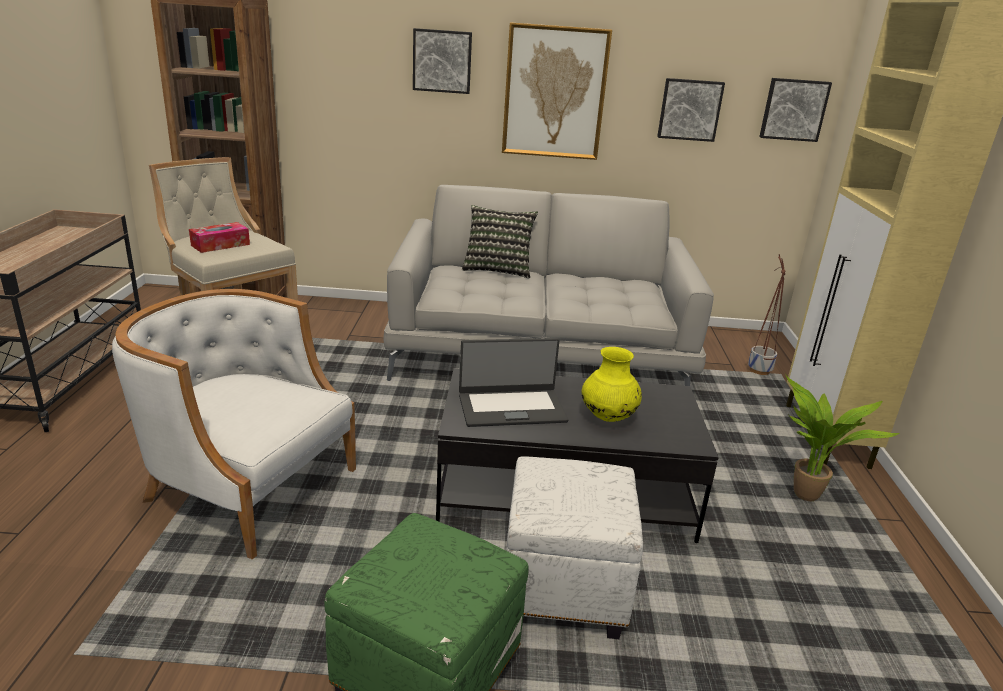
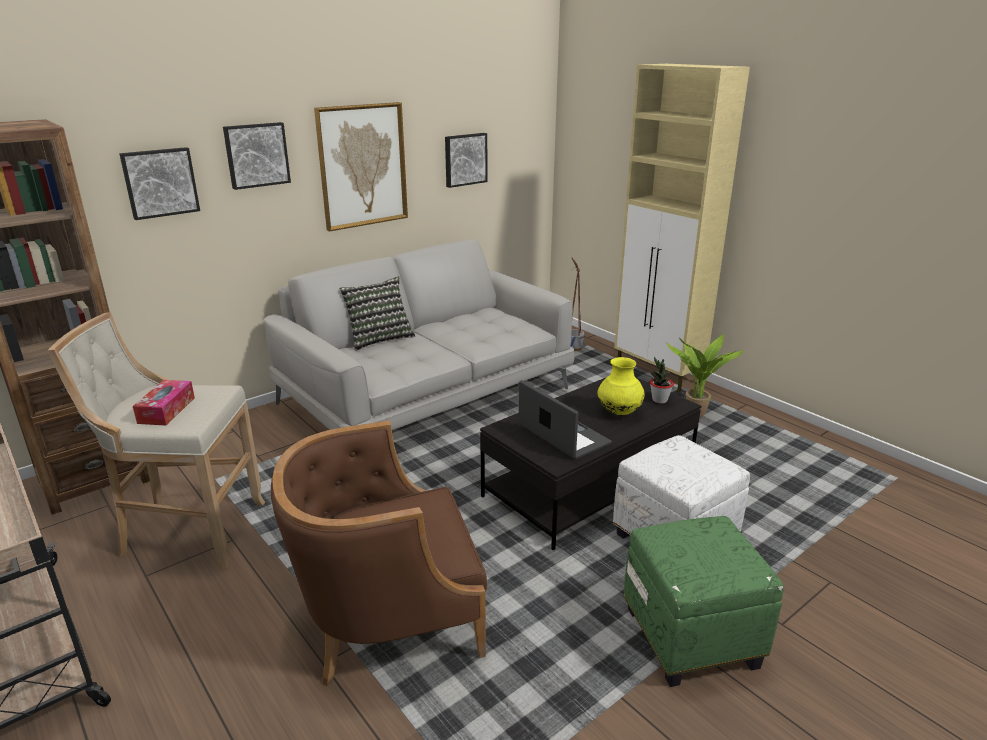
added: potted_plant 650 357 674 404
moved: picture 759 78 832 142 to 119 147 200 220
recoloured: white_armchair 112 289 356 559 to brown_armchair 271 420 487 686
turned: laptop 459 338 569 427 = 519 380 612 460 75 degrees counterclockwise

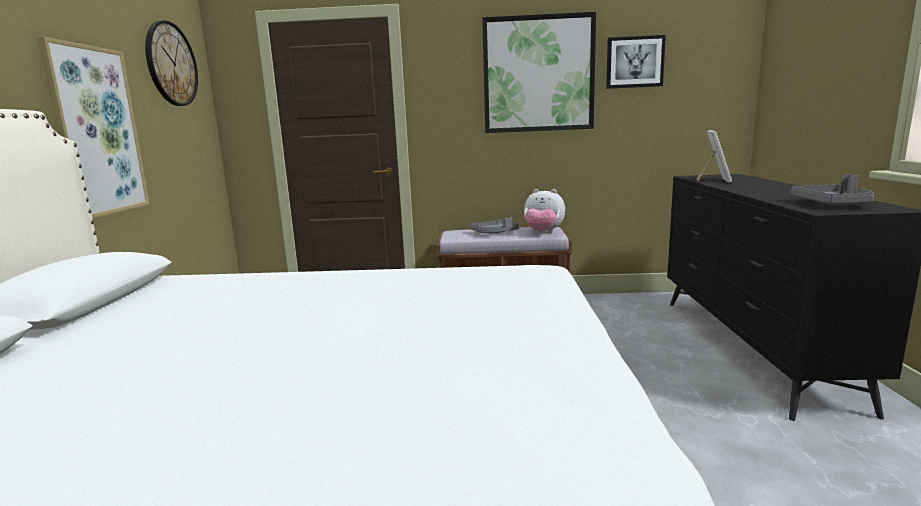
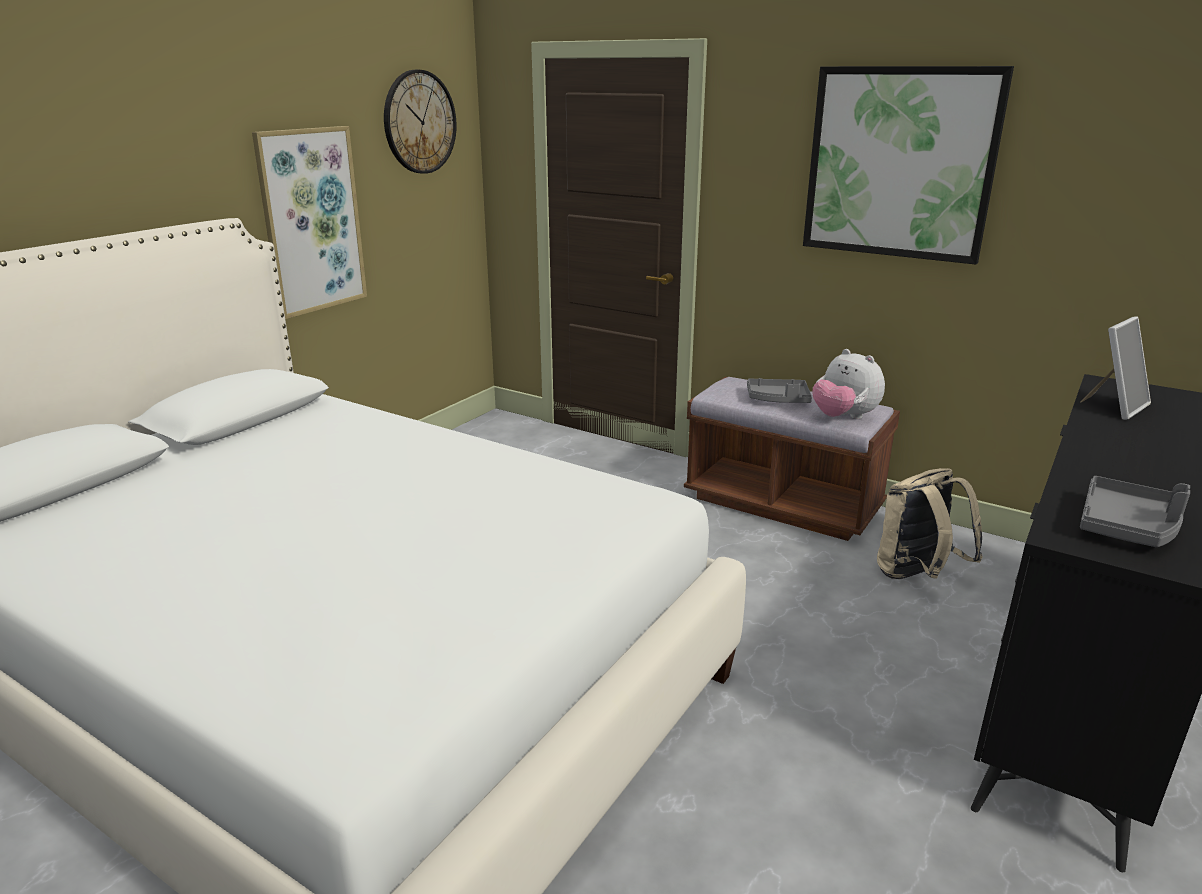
removed: picture 606 35 666 89
added: beige_backpack 877 468 983 579

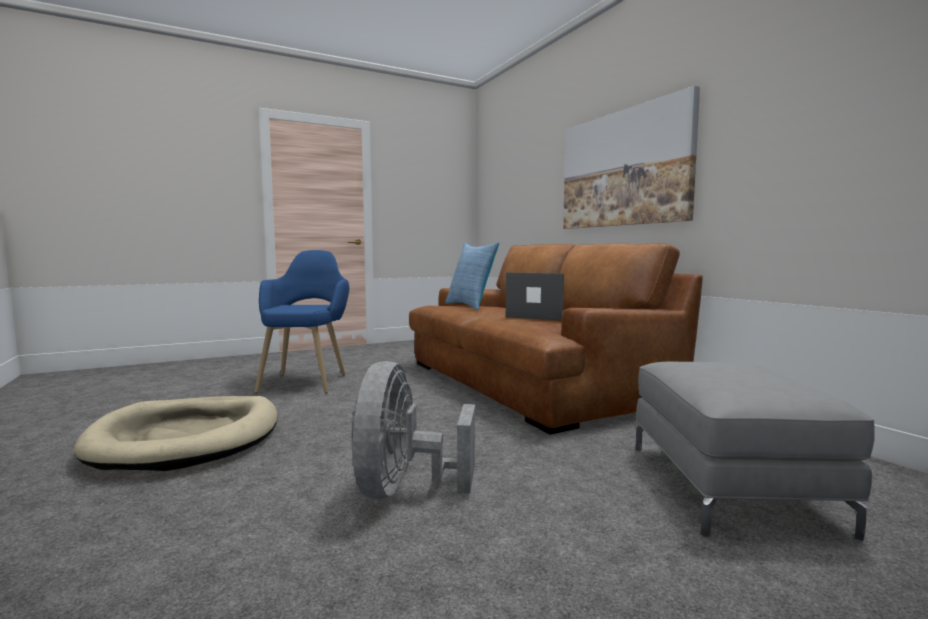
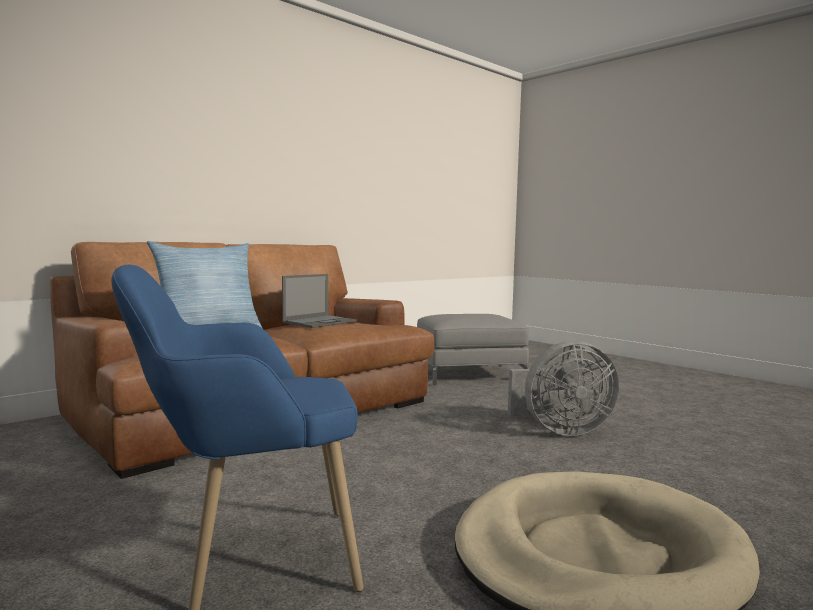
removed: picture 563 86 700 229
turned: laptop 505 272 564 321 = 282 274 357 328 150 degrees counterclockwise

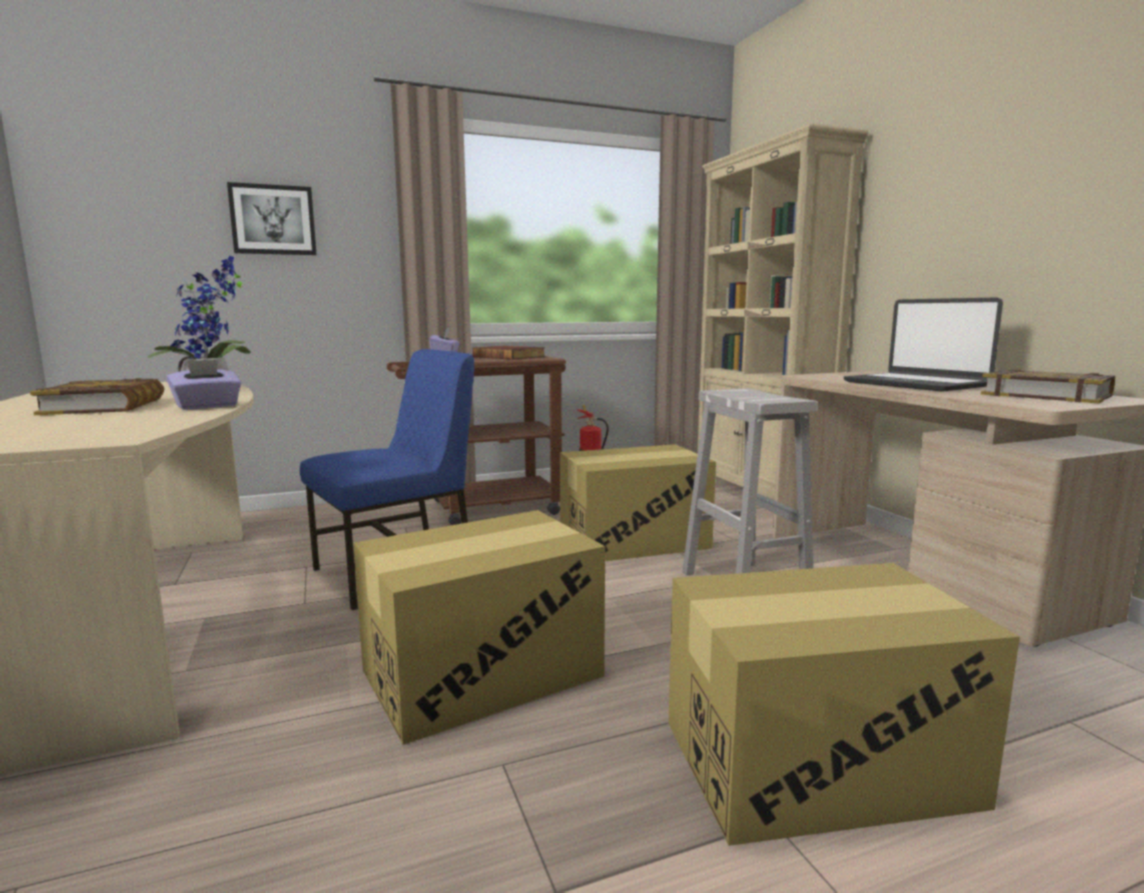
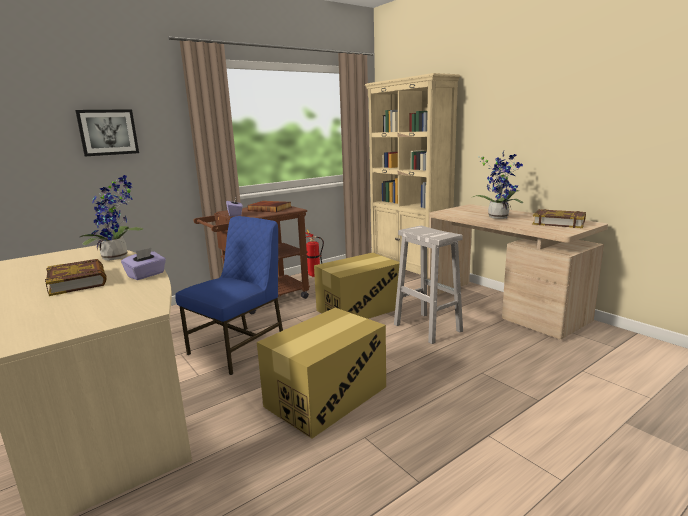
removed: cardboard_box 668 563 1020 846
replaced: laptop 844 297 1003 392 to potted_plant 471 151 523 219

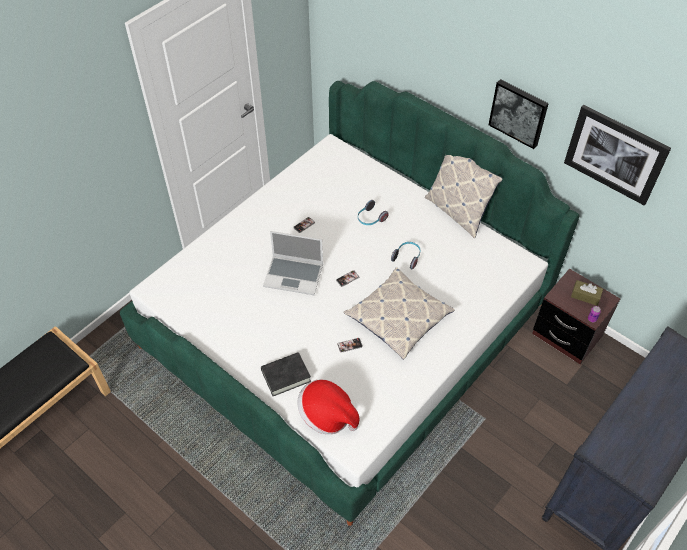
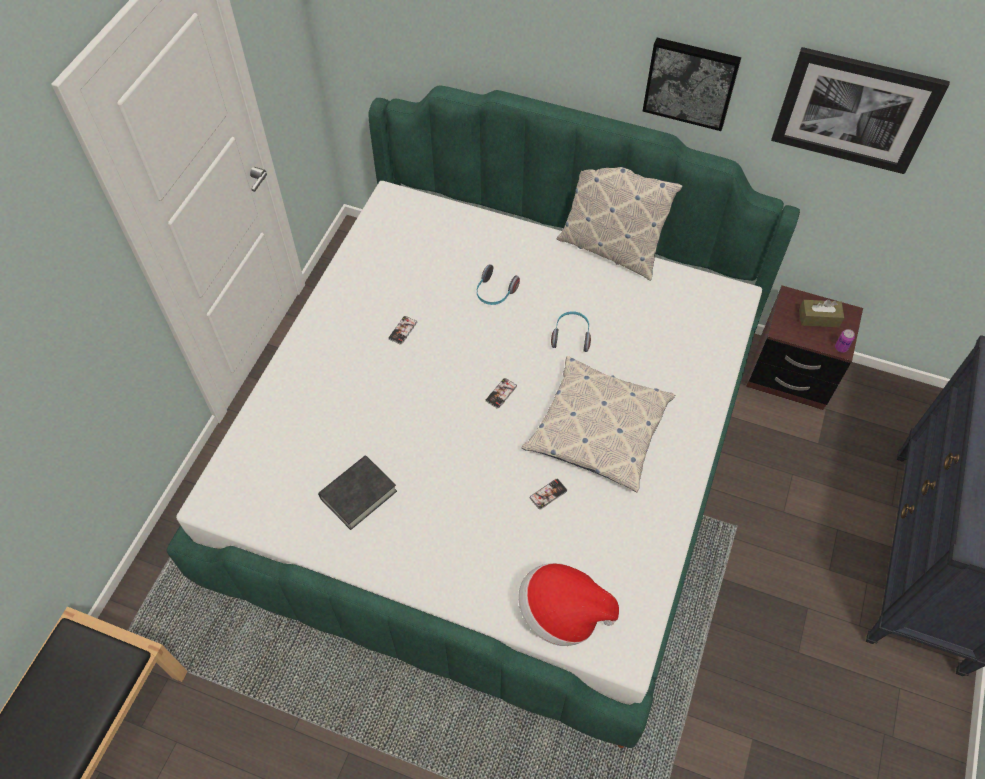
removed: laptop 263 231 323 295
moved: black_book 261 352 311 396 to 318 455 397 530

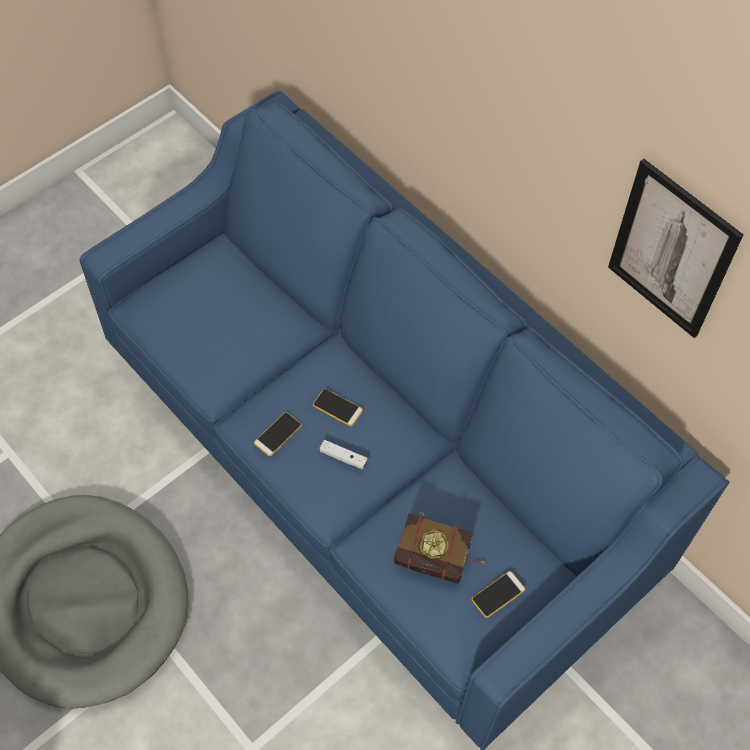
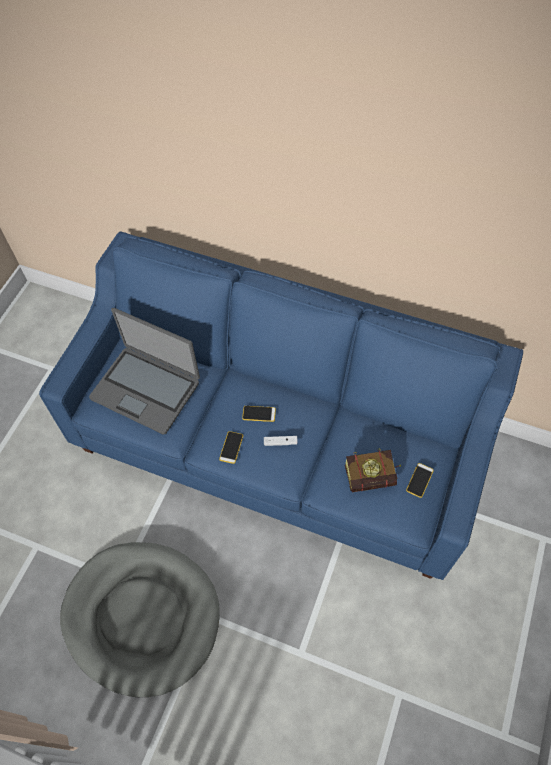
removed: picture 608 159 744 338
added: laptop 89 308 200 435

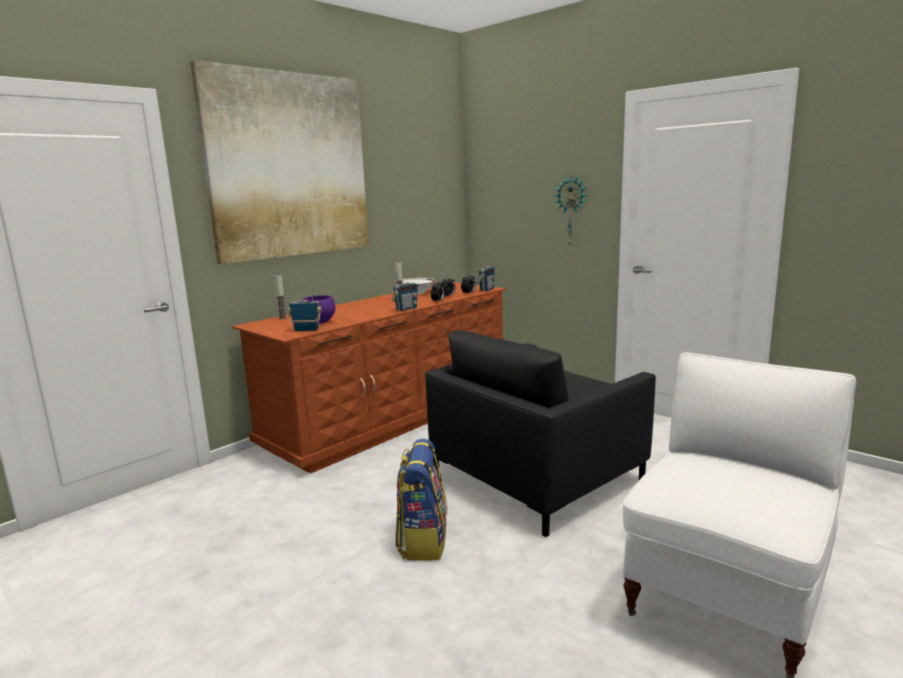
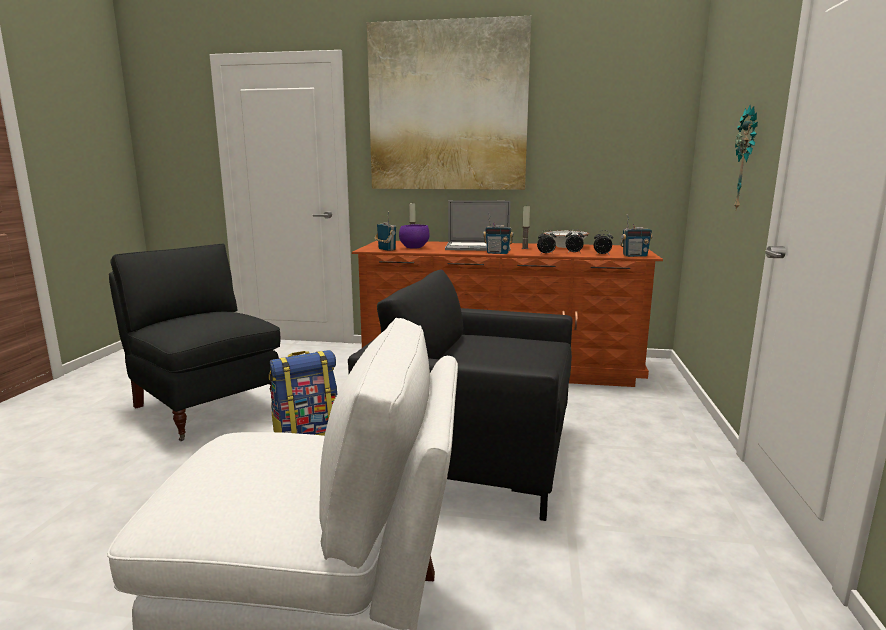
added: black_armchair 109 244 280 441; laptop 445 200 510 251

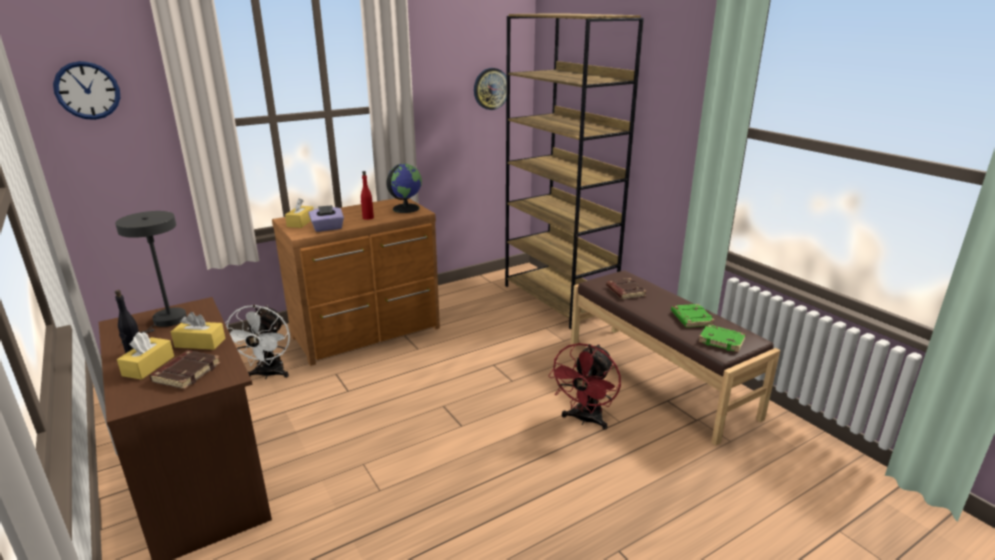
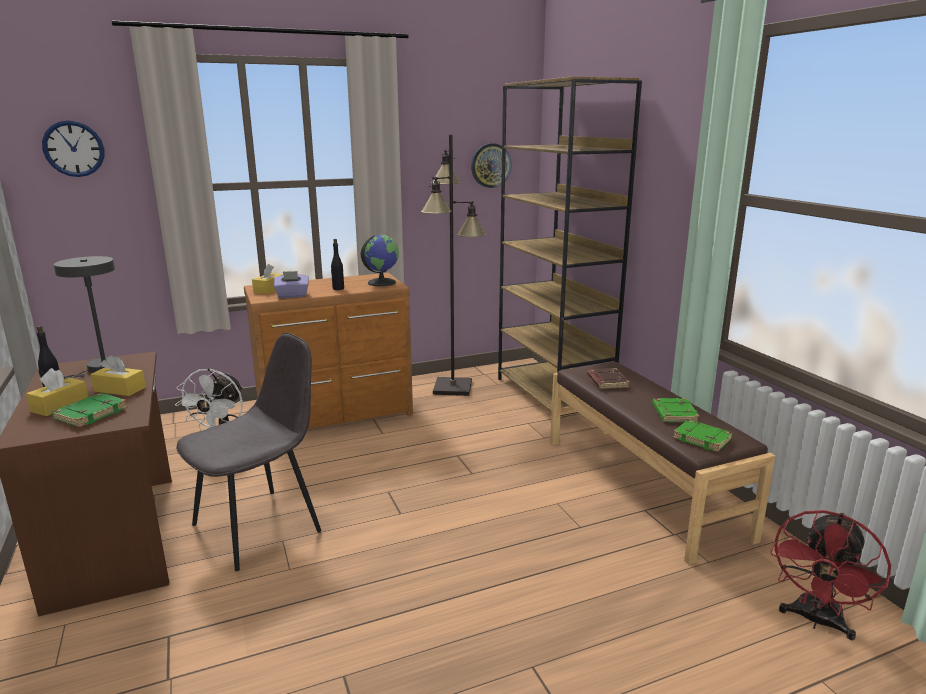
added: grey_chair 176 333 321 571; black_floor_lamp 421 134 487 396
moved: red_fan 548 343 621 430 to 770 510 891 641
recoloured: brown_book 150 350 221 389 to green_book 52 393 128 428; red_bottle 361 171 374 220 to black_bottle 331 239 344 290

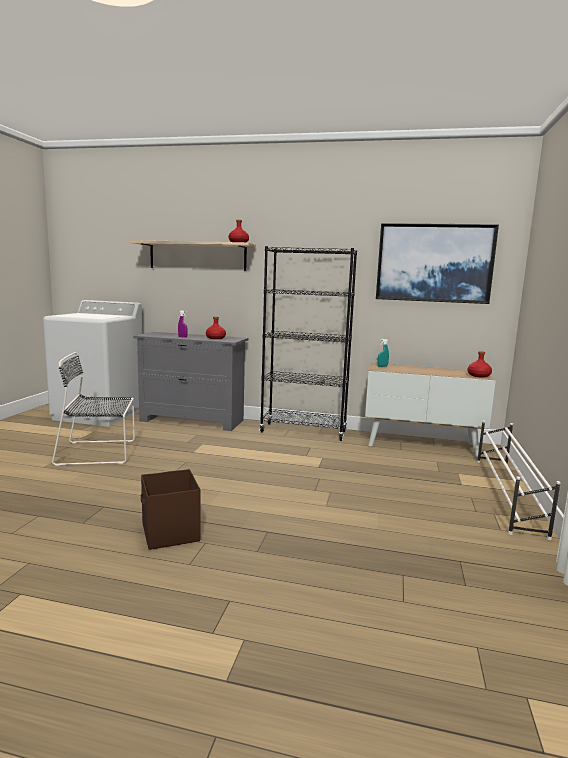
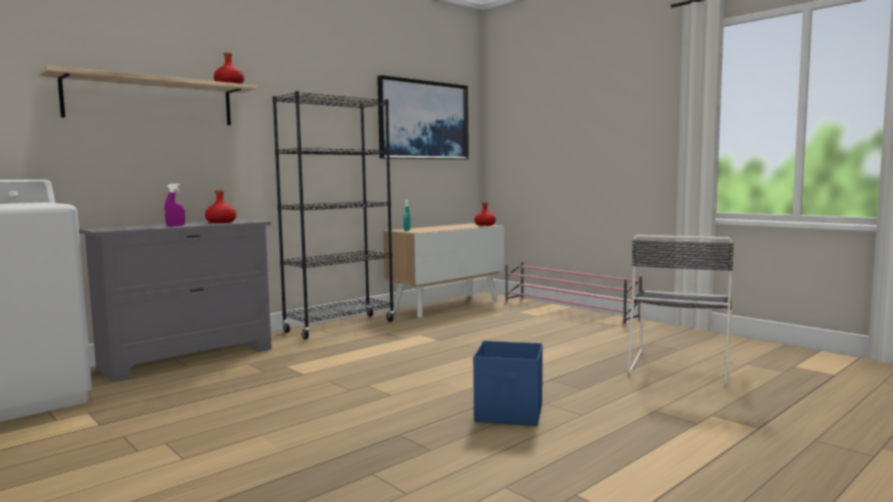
moved: black_chair 52 352 135 466 to 627 235 734 385
recoloured: brown_storage_box 141 469 200 550 to blue_storage_box 473 341 543 426; white_shoe_rack 477 420 561 540 to pink_shoe_rack 505 261 642 326

